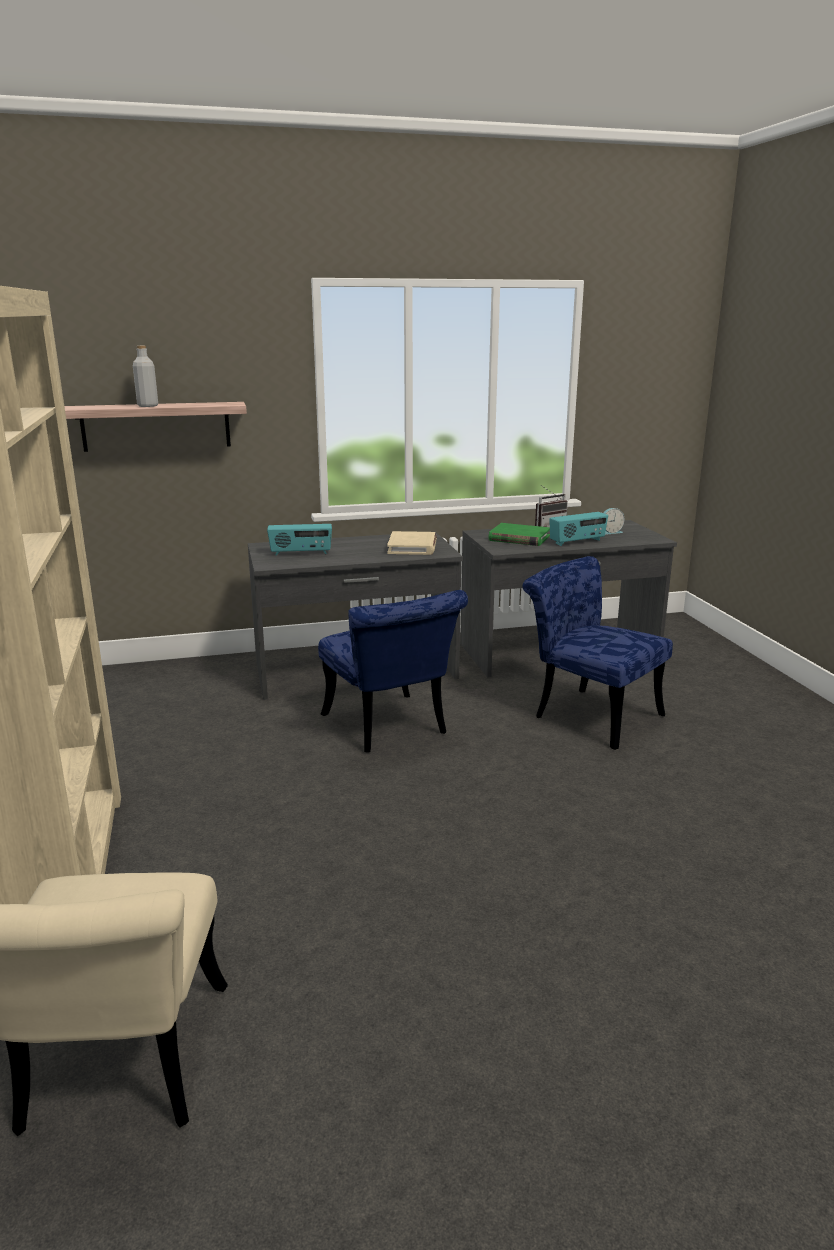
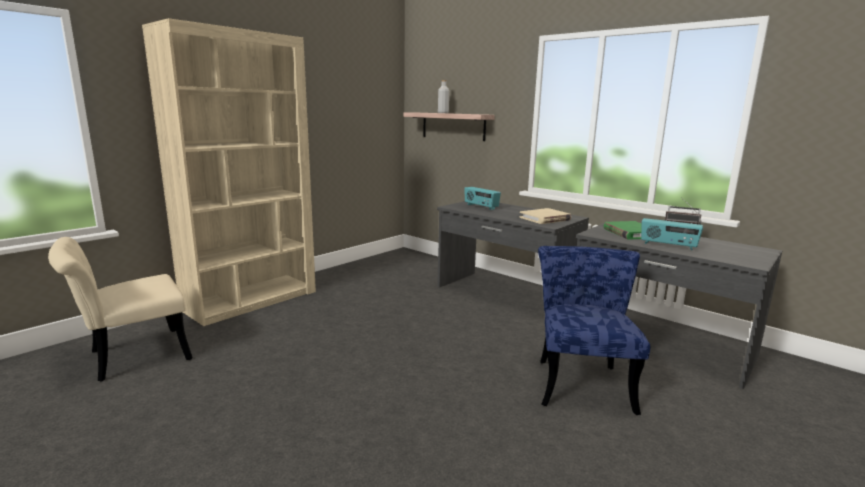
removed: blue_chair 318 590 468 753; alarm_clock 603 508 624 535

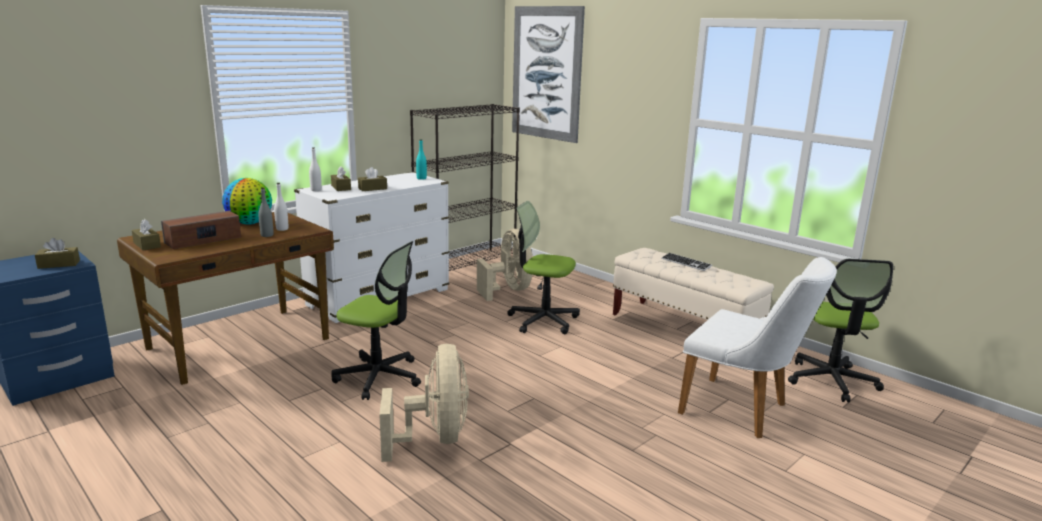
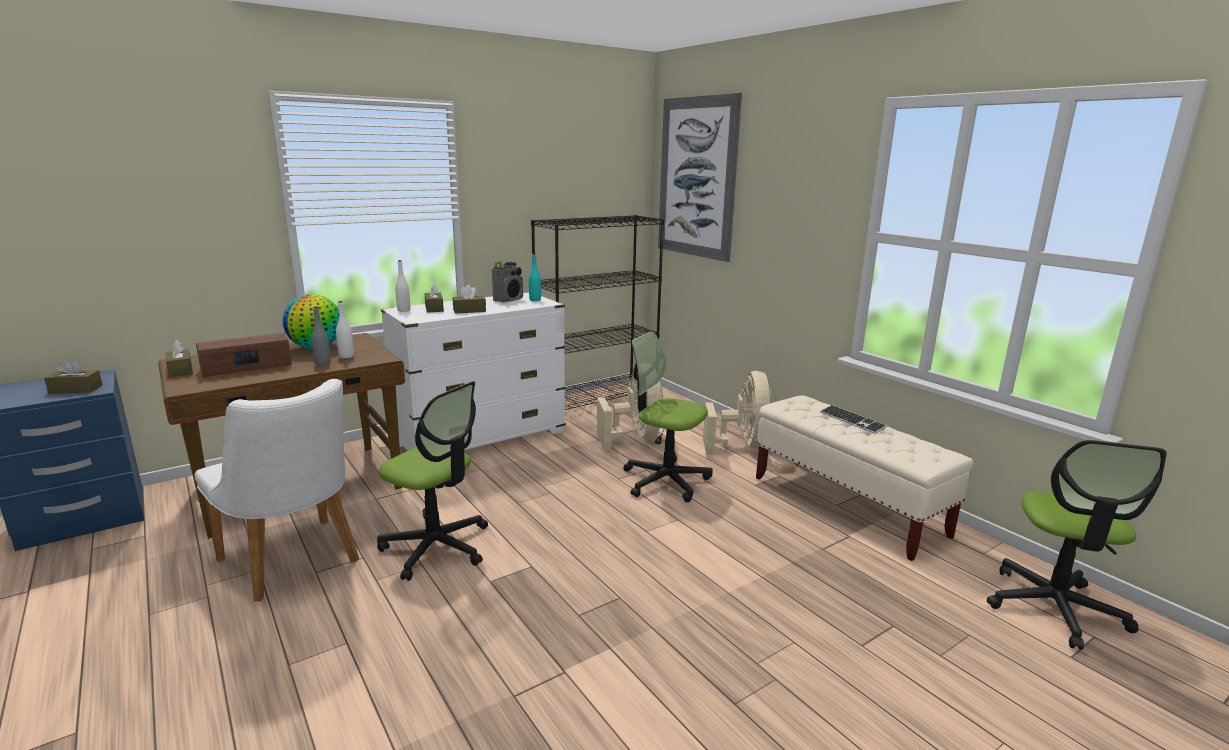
added: radio 492 261 523 303
moved: beige_fan 379 344 469 462 to 703 371 773 455; white_chair 678 257 837 438 to 195 379 359 601

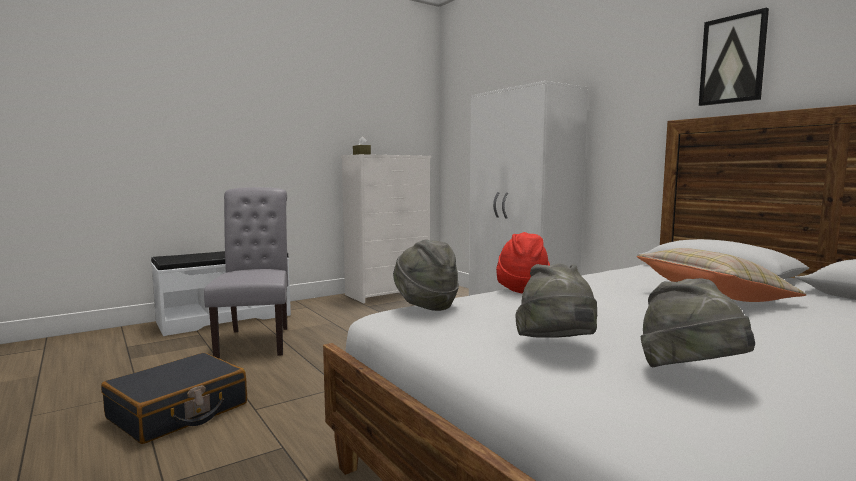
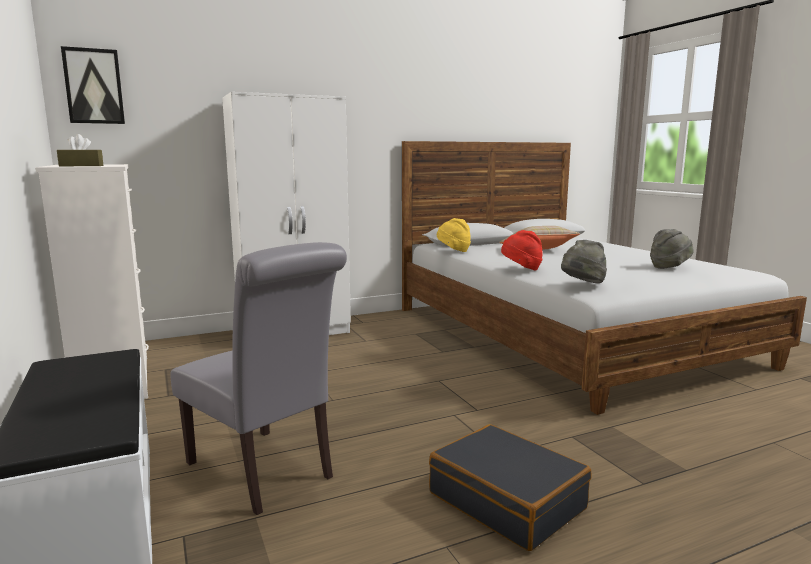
removed: grey_hat 516 263 597 338
added: yellow_hat 437 218 471 252
moved: picture 699 8 769 106 to 61 46 125 124
turned: grey_chair 204 187 288 359 = 170 242 347 515 135 degrees counterclockwise

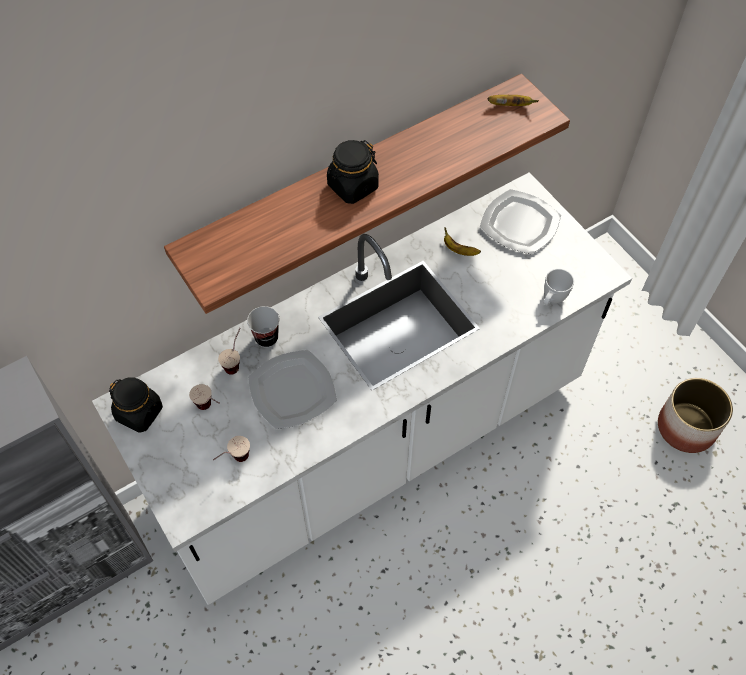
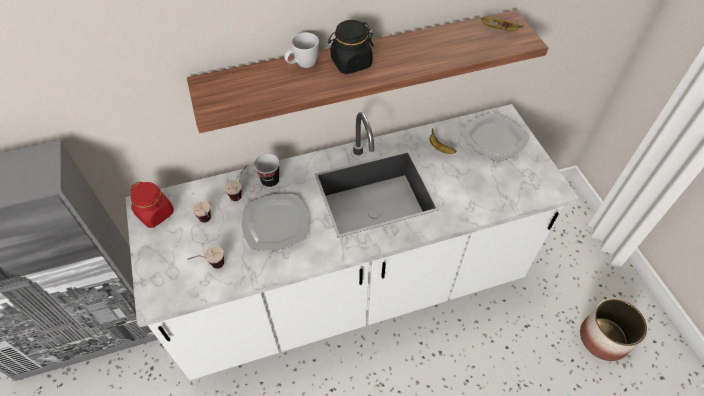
moved: white_mug 543 269 574 306 to 285 33 319 68
recoloured: black_jar 109 377 163 433 to red_jar 131 181 174 228

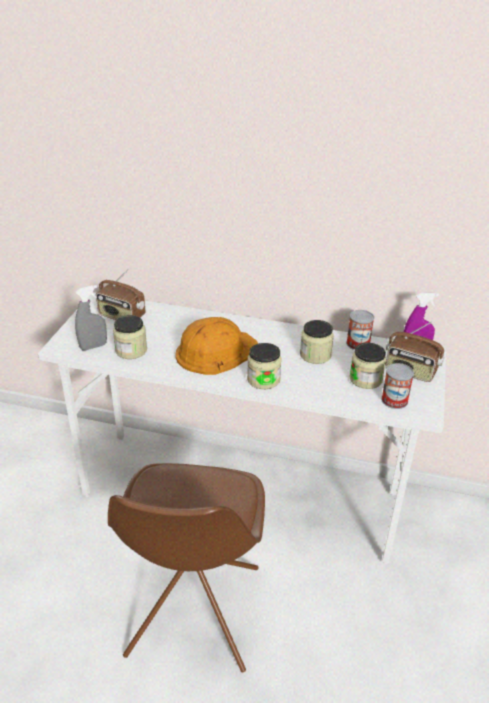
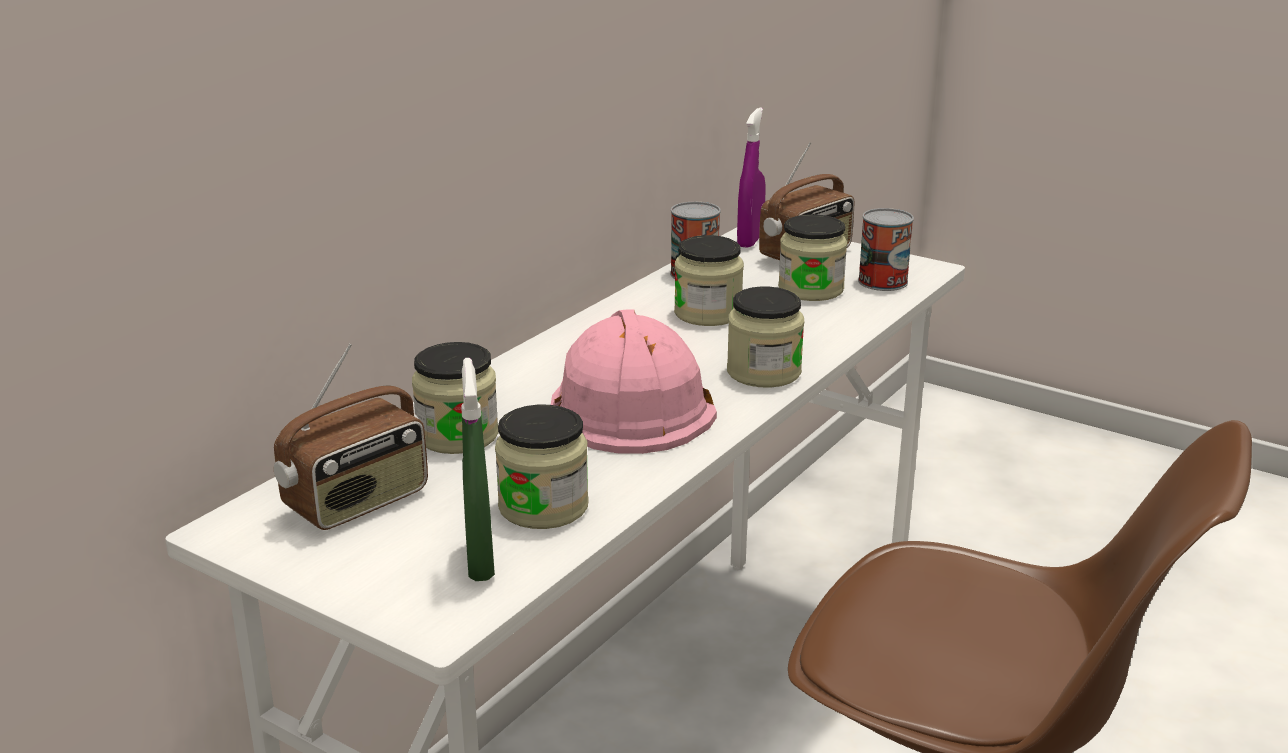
added: jar 412 342 499 454
recoloured: grey_spray_bottle 75 285 107 351 to green_spray_bottle 461 358 495 581; orange_hard_hat 175 317 258 375 to pink_hard_hat 551 310 717 454

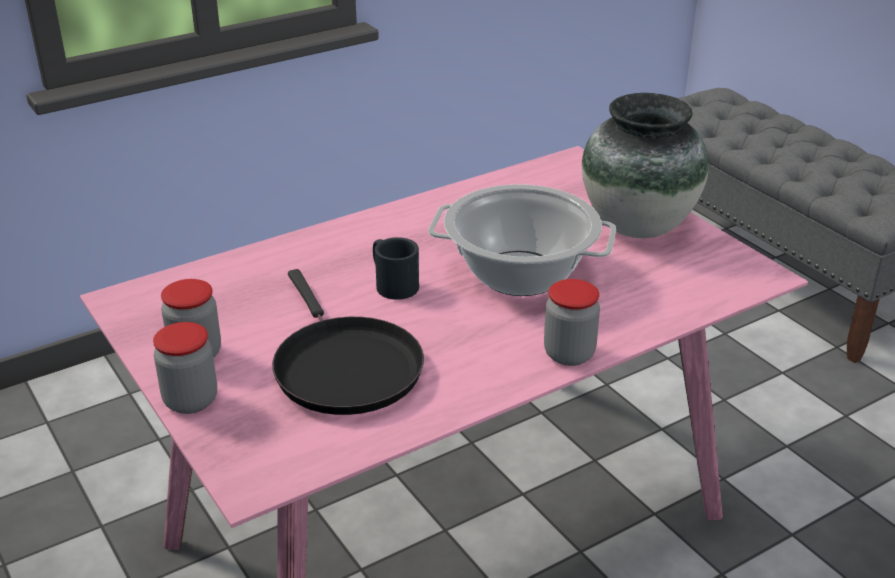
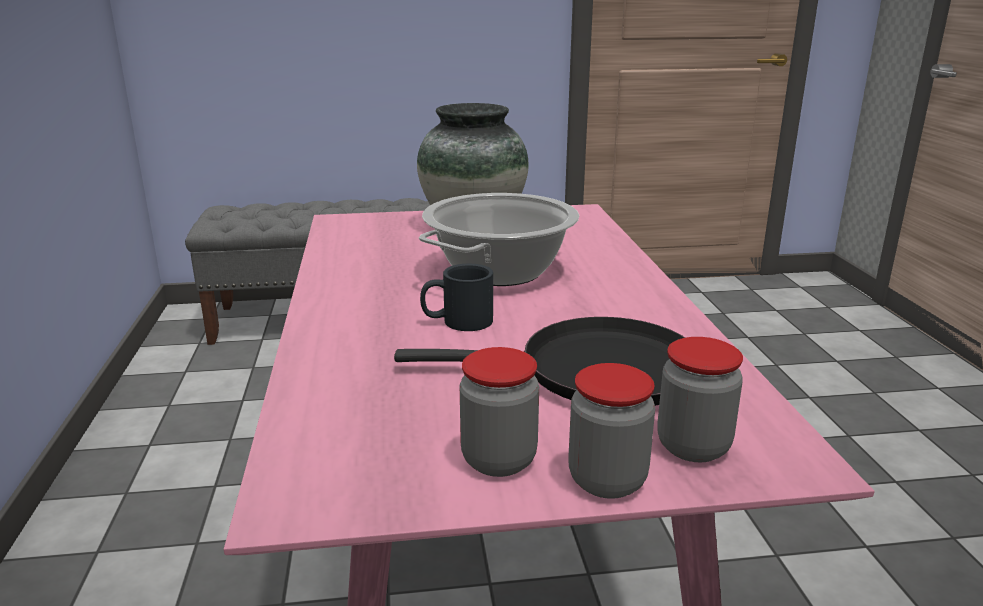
moved: jar 544 279 600 366 to 657 337 743 462

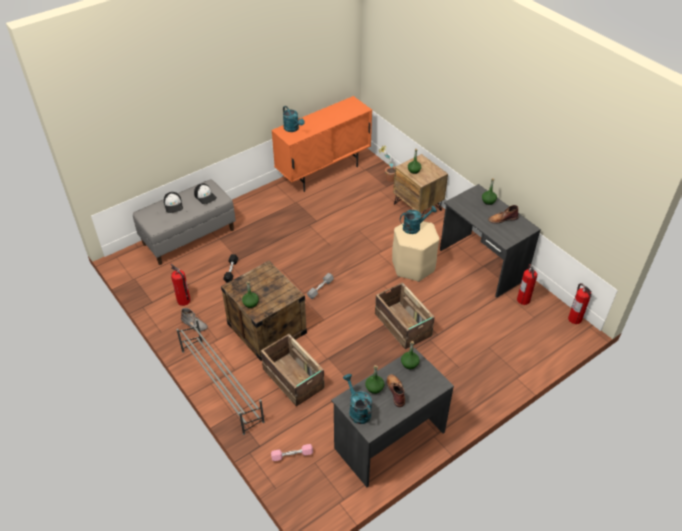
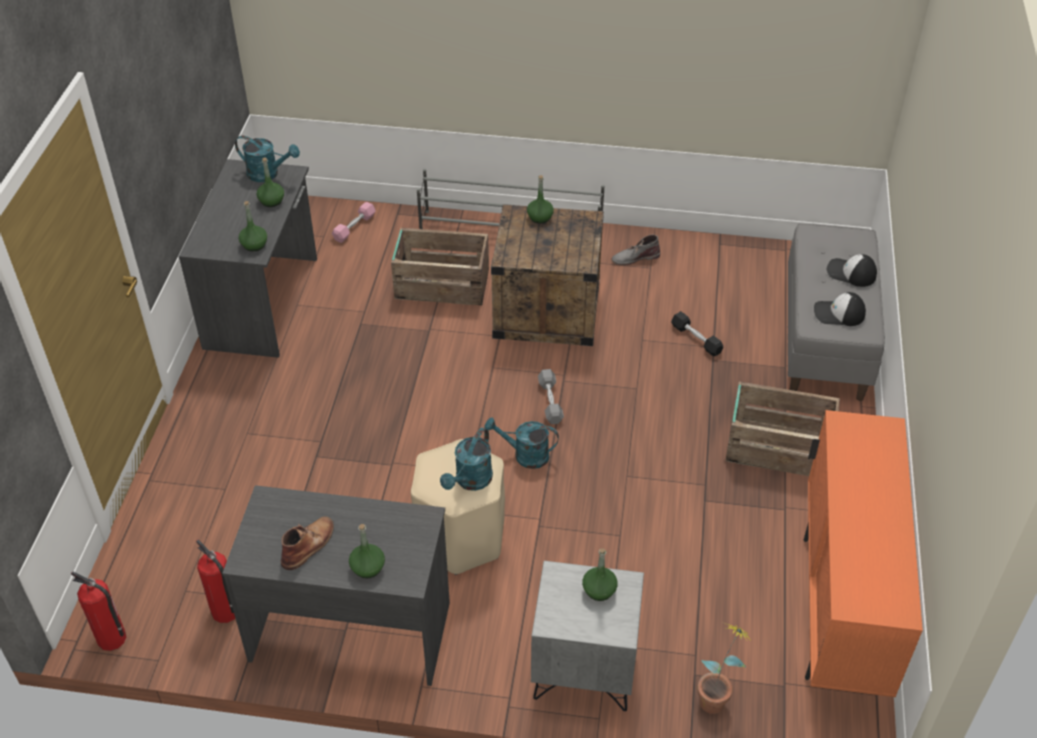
removed: fire_extinguisher 170 264 191 306; brown_boot 387 374 405 407
moved: turquoise_watering_can 283 106 305 132 to 485 418 559 469; crate 375 282 435 349 to 725 382 840 476
recoloured: brown_nightstand 393 154 448 217 to grey_nightstand 531 561 644 711

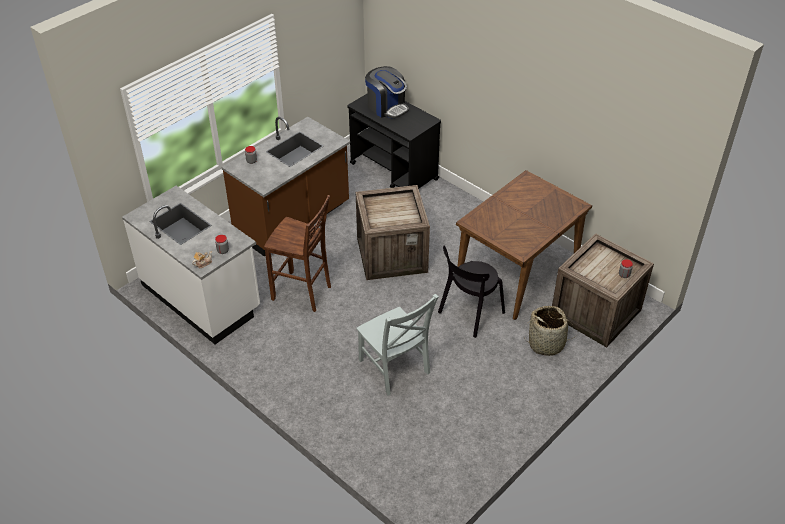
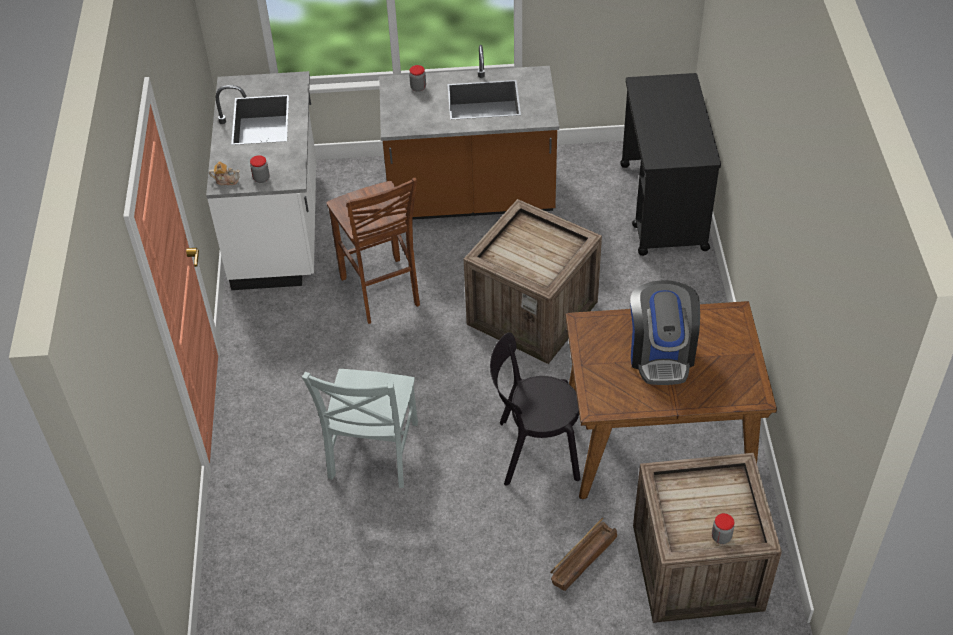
moved: coffee_machine 365 66 409 119 to 630 280 700 385
replaced: basket 524 306 573 356 to crate 550 518 617 591

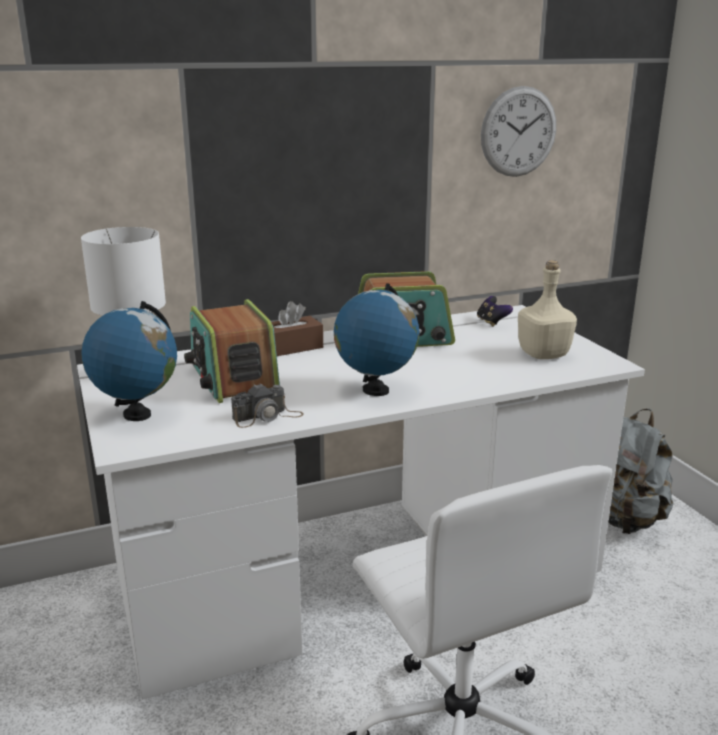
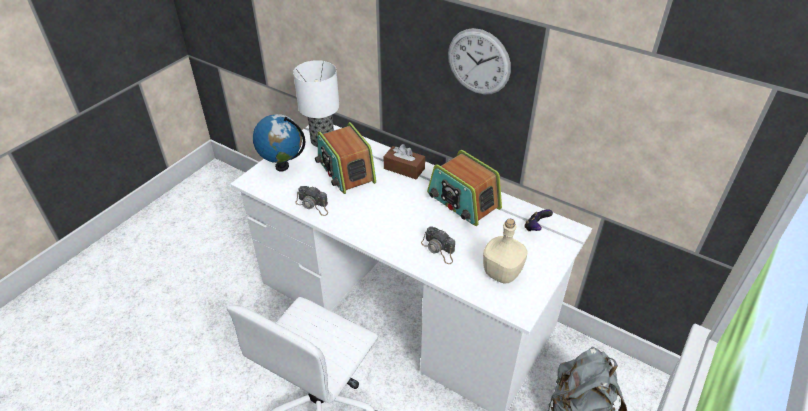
removed: globe 334 283 419 396
added: photo_camera 421 226 455 264
moved: wall_clock 481 86 556 177 to 448 28 511 95
turned: radio 184 299 280 403 = 315 122 376 194 60 degrees counterclockwise

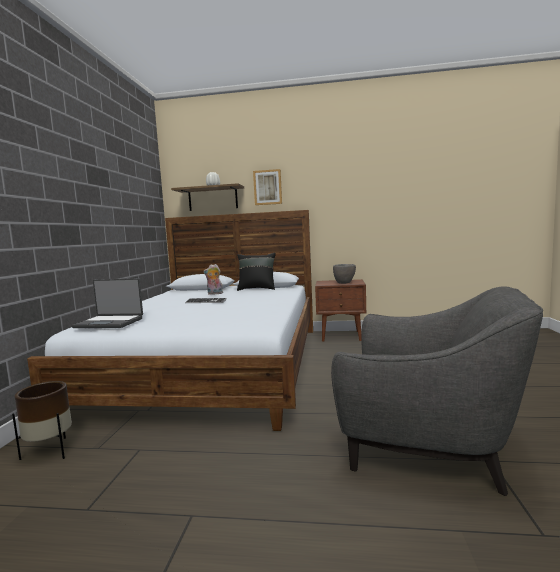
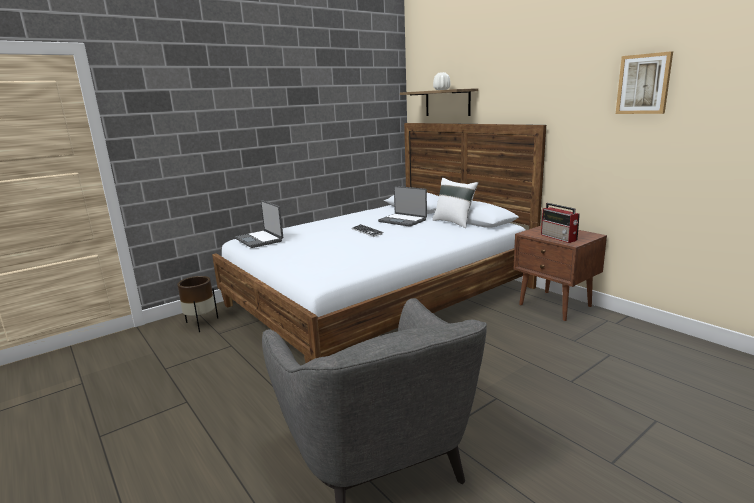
moved: picture 253 169 282 205 to 616 51 673 114
replaced: plush_toy 203 264 223 294 to laptop 378 186 427 227; grey_bowl 333 264 356 284 to radio 541 203 580 243
recoloured: black_pillow 237 253 276 291 to white_pillow 432 178 478 228

